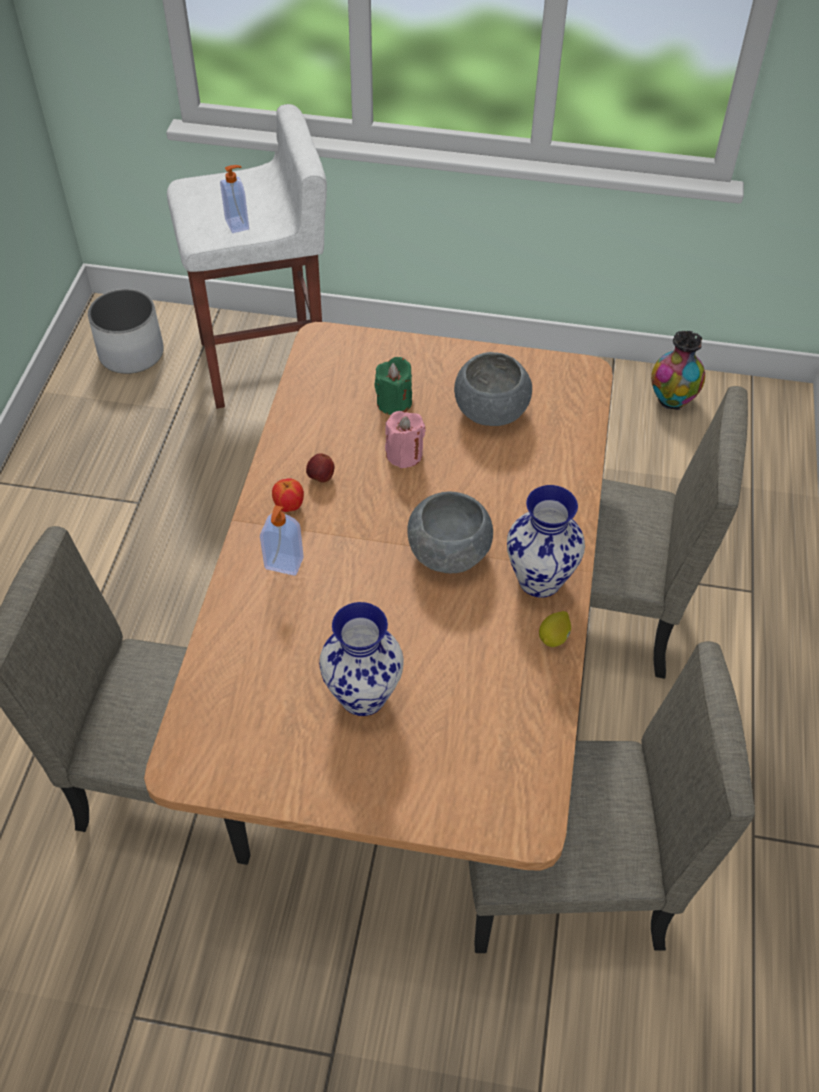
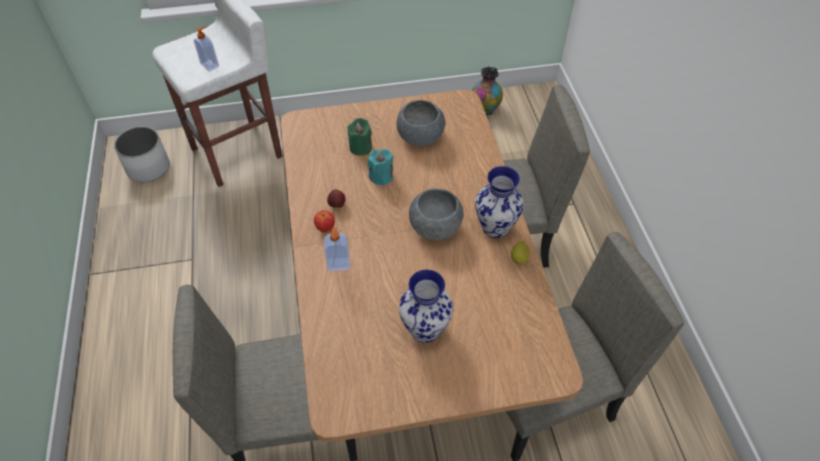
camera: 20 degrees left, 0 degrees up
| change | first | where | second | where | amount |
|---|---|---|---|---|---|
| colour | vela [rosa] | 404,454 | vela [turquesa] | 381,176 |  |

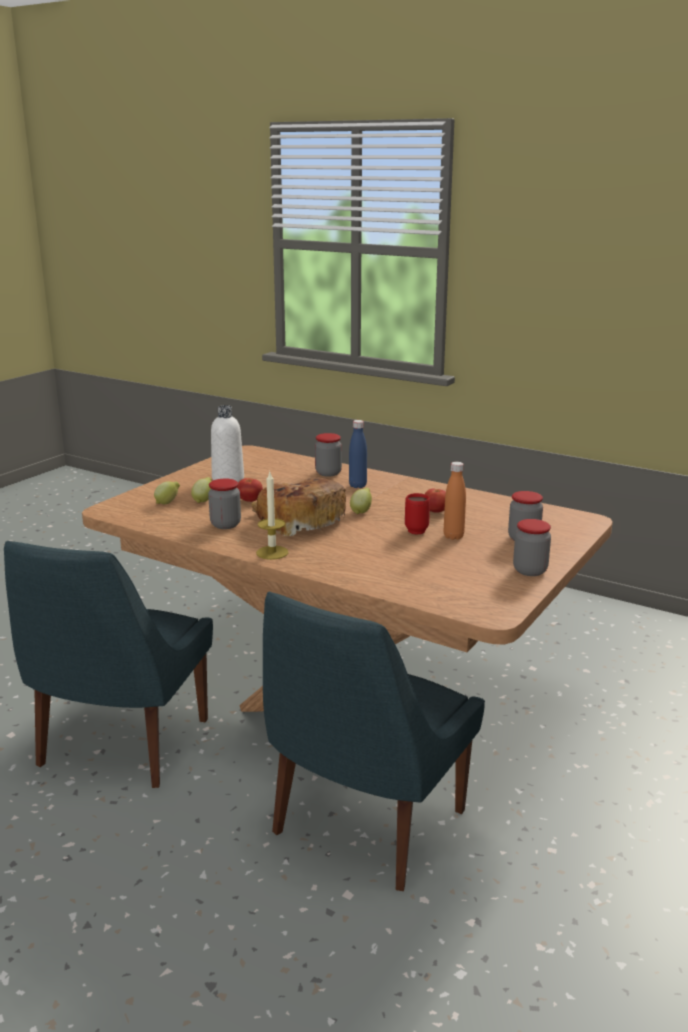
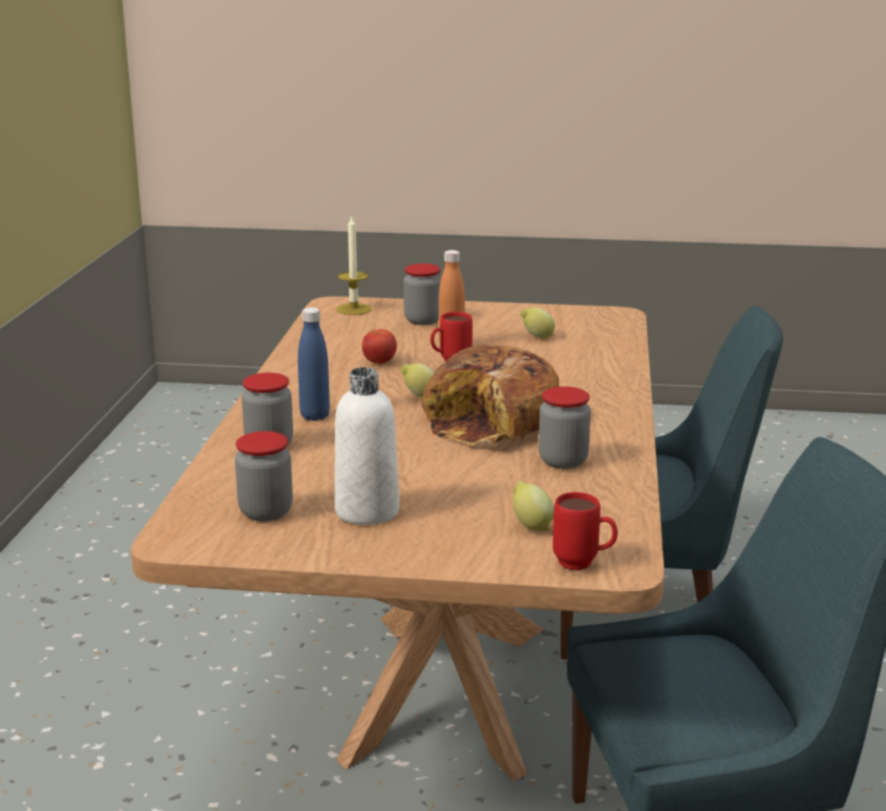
camera: 115 degrees left, 0 degrees up
| change | first | where | second | where | amount |
|---|---|---|---|---|---|
| relocated | vela | 272,552 |  | 354,309 |  |
| relocated | limón | 203,500 |  | 537,337 |  |
| missing | tomate | 250,500 |  |  |  |
| relocated | tarro | 530,570 |  | 266,512 |  |
| appeared |  |  | taza grande [rojo] | 584,564 |  |

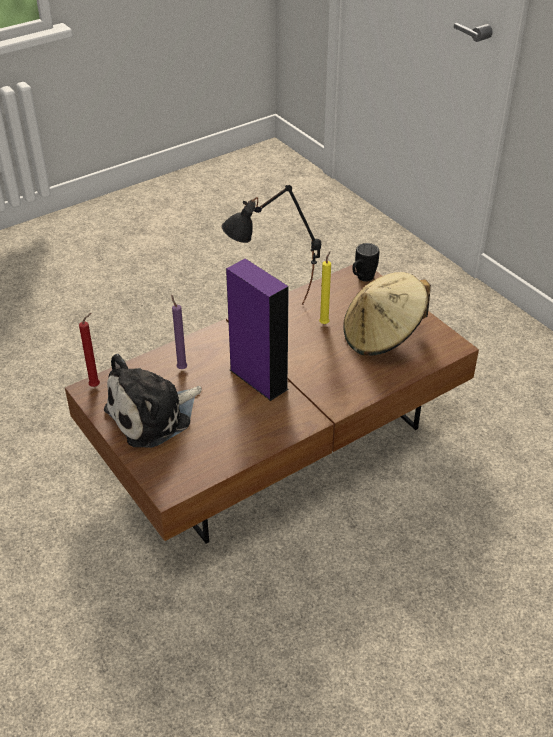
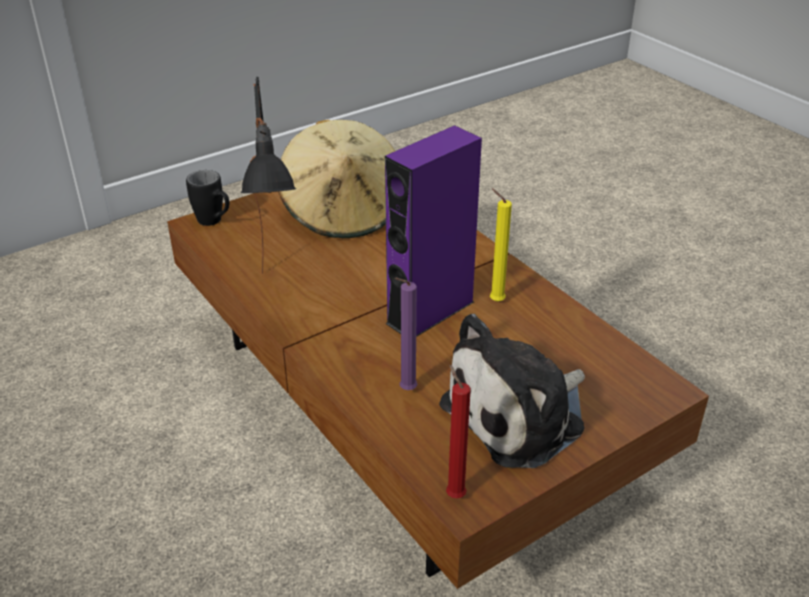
camera: 90 degrees left, 5 degrees down
| change | first | where | second | where | amount |
|---|---|---|---|---|---|
| relocated | vela [amarillo] | 324,323 |  | 494,300 |  |
| spun | peluche | 153,415 |  | 520,415 | 90 degrees clockwise |

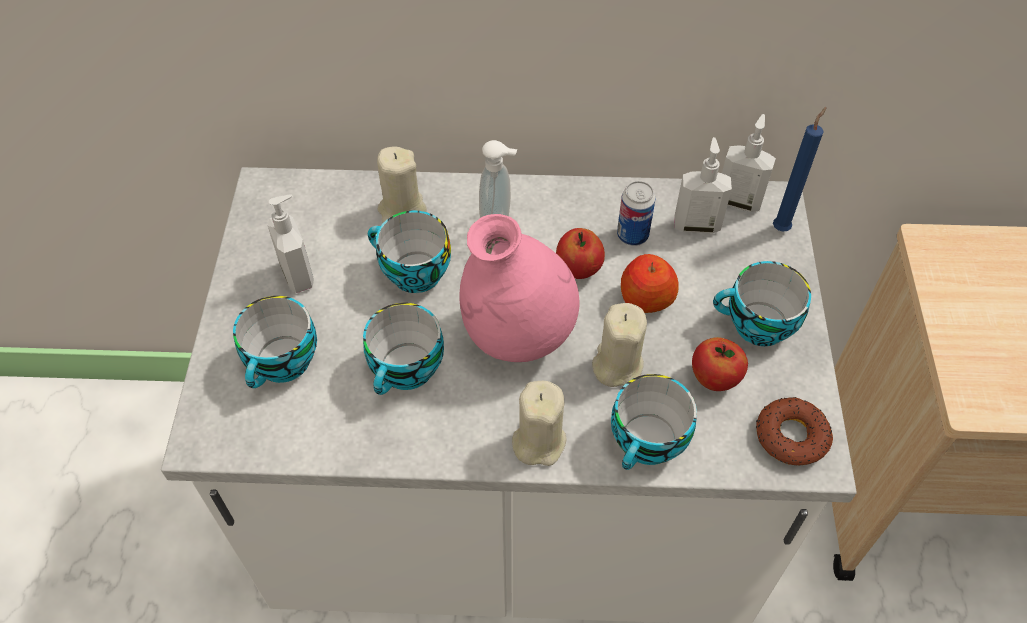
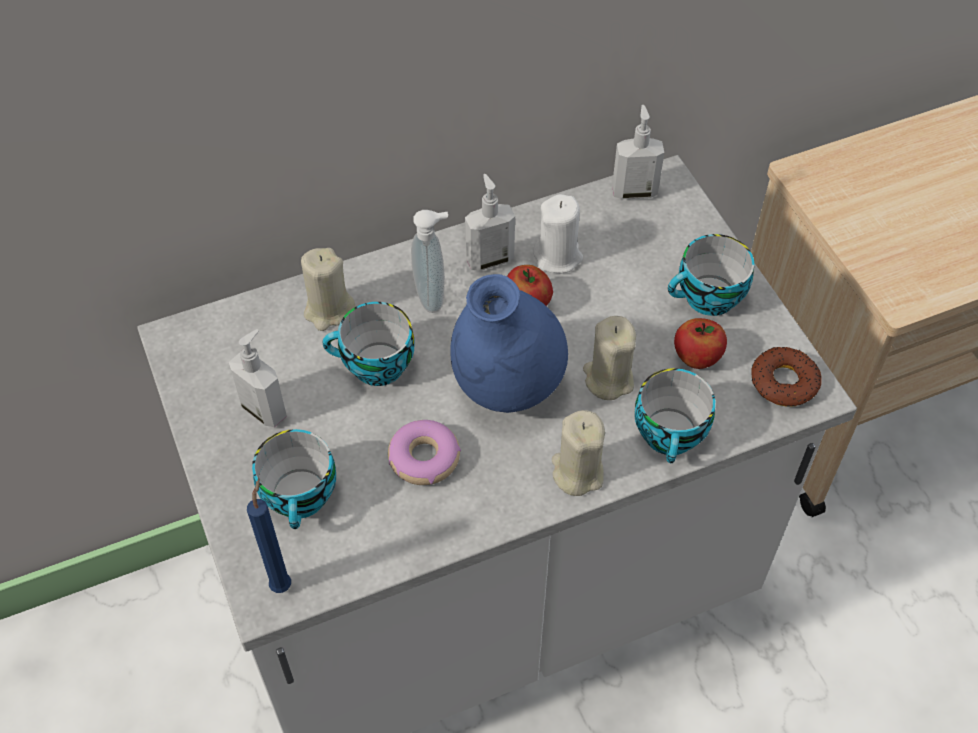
camera: 25 degrees left, 0 degrees up
| change | first | where | second | where | amount |
|---|---|---|---|---|---|
| relocated | vela [azul] | 782,227 |  | 282,583 |  |
| relocated | dispensador de jabón | 696,224 |  | 489,259 |  |
| exchanged | lata | 632,235 | vela [blanco] | 558,256 |  |
| colour | florero [rosa] | 518,336 | florero [azul] | 507,387 |  |
| missing | manzana | 646,298 |  |  |  |
| exchanged | taza | 407,371 | rosquilla | 424,458 |  |

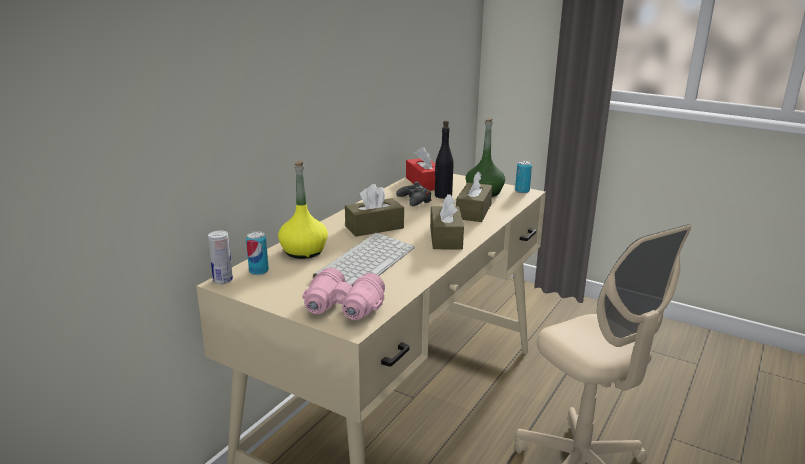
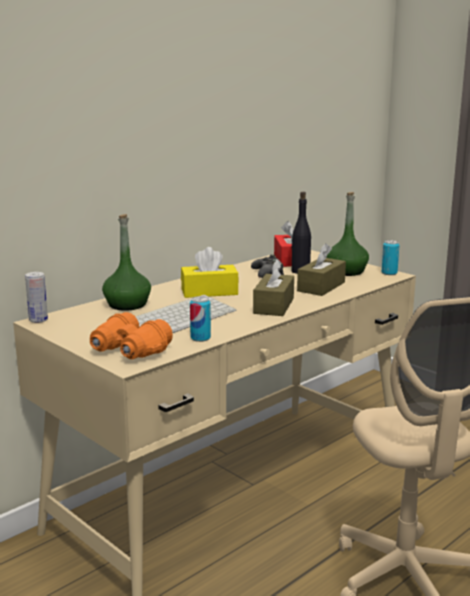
camera: 15 degrees right, 5 degrees down
| change | first | where | second | where | amount |
|---|---|---|---|---|---|
| colour | botella [amarillo] | 303,251 | botella [verde] | 127,305 |  |
| colour | caja de pañuelos [marrón] | 374,227 | caja de pañuelos [amarillo] | 209,292 |  |
| relocated | lata | 258,271 |  | 200,338 |  |
| colour | prismáticos [rosa] | 343,309 | prismáticos [naranja] | 129,351 |  |

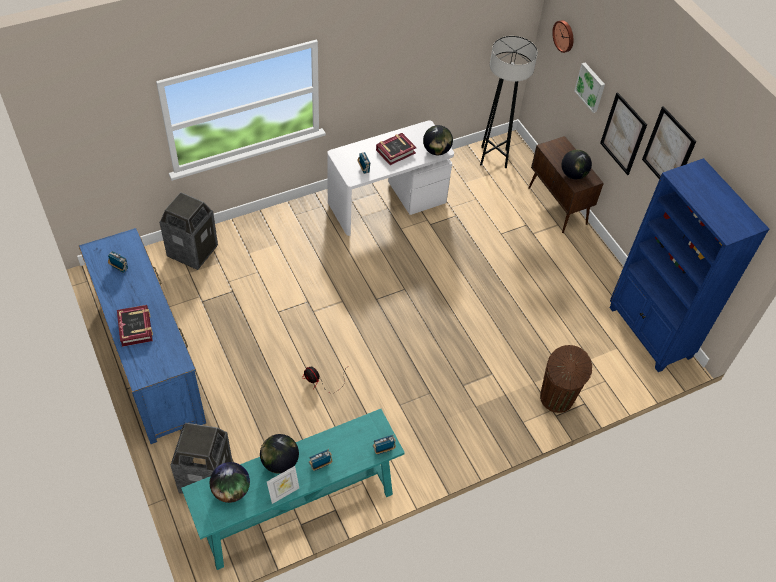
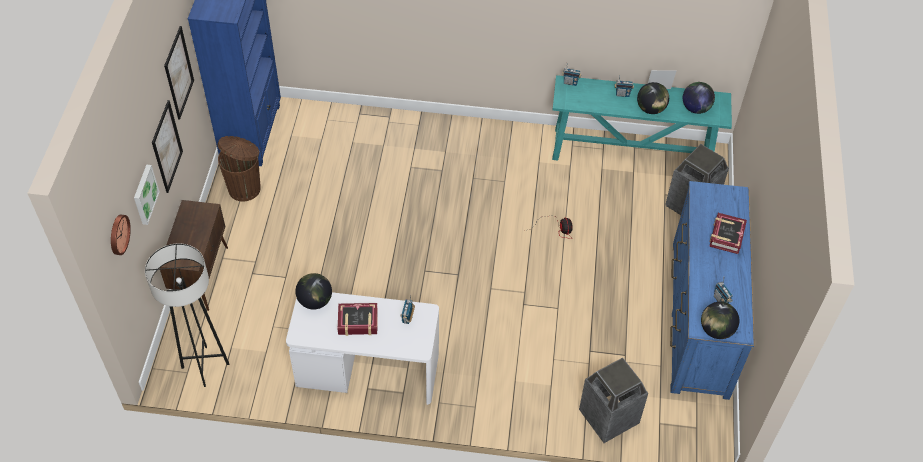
camera: 145 degrees left, 0 degrees up
| change | first | where | second | where | amount |
|---|---|---|---|---|---|
| relocated | globo terráqueo | 573,174 |  | 716,330 |  |
| relocated | papelera [marrón] | 556,399 |  | 245,188 |  |

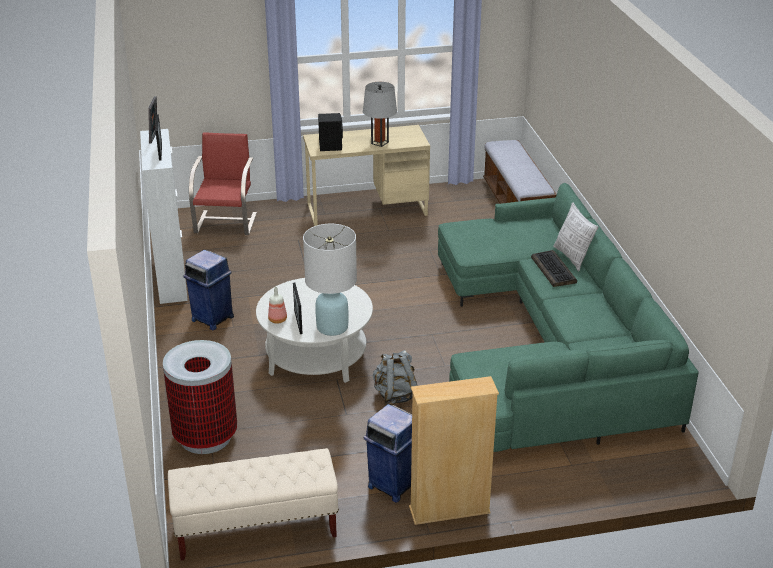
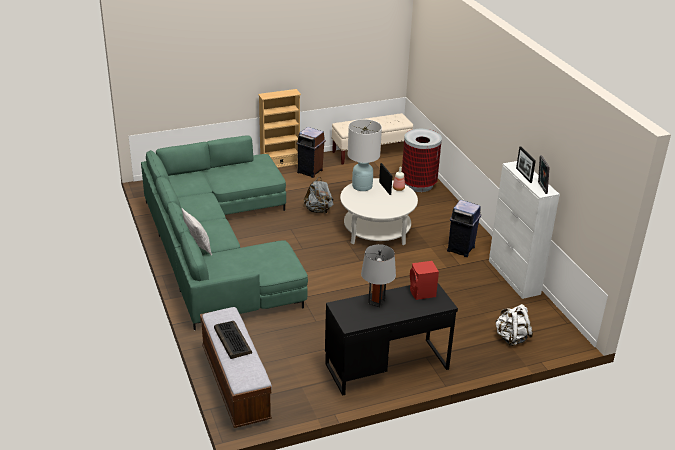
camera: 170 degrees right, 0 degrees up
| change | first | where | second | where | amount |
|---|---|---|---|---|---|
| colour | altavoz [negro] | 330,146 | altavoz [rojo] | 422,293 |  |
| colour | escritorio [beis] | 367,209 | escritorio [negro] | 386,366 |  |
| exchanged | silla [rojo] | 226,222 | mochila [blanco] | 511,338 |  |
| relocated | teclado | 554,270 |  | 232,340 |  |
| colour | papelera [azul] | 392,484 | papelera [marrón] | 310,171 |  |

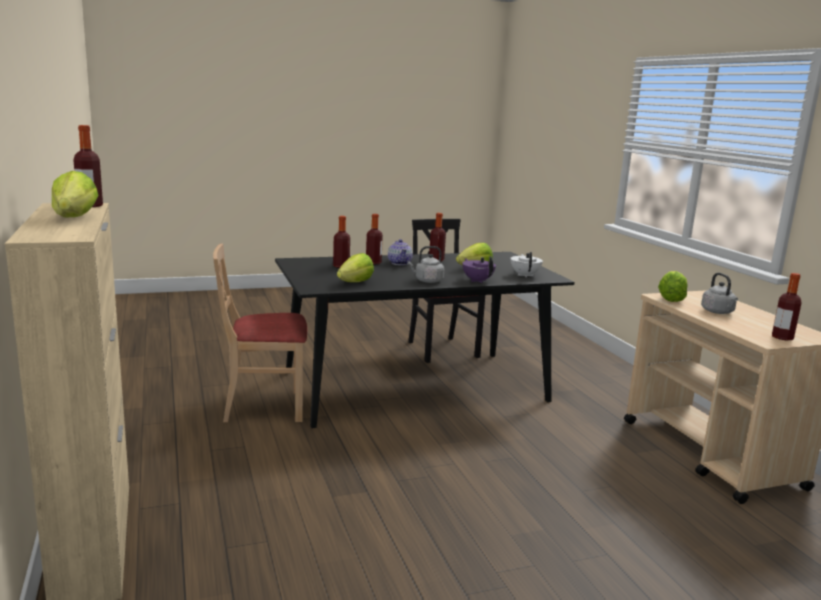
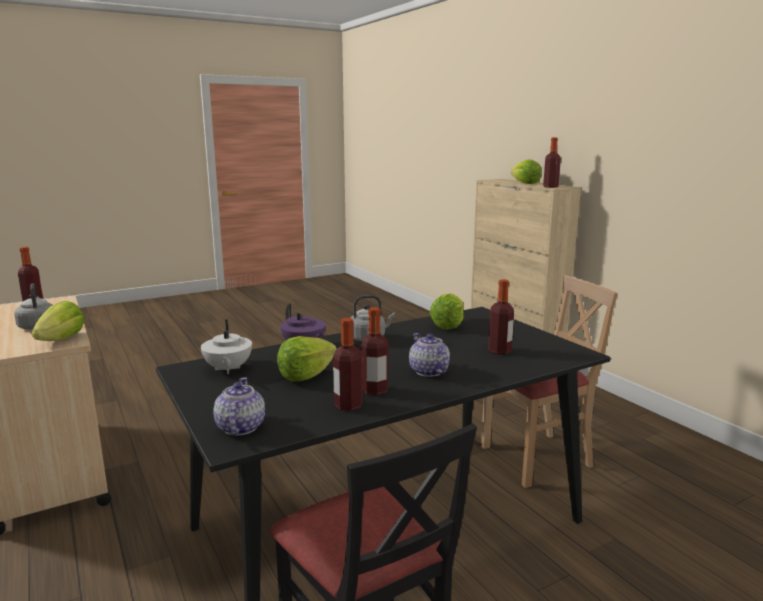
camera: 170 degrees right, 0 degrees up
| change | first | where | second | where | amount |
|---|---|---|---|---|---|
| relocated | botella | 373,263 |  | 348,405 |  |
| appeared |  |  | tetera | 240,427 |  |

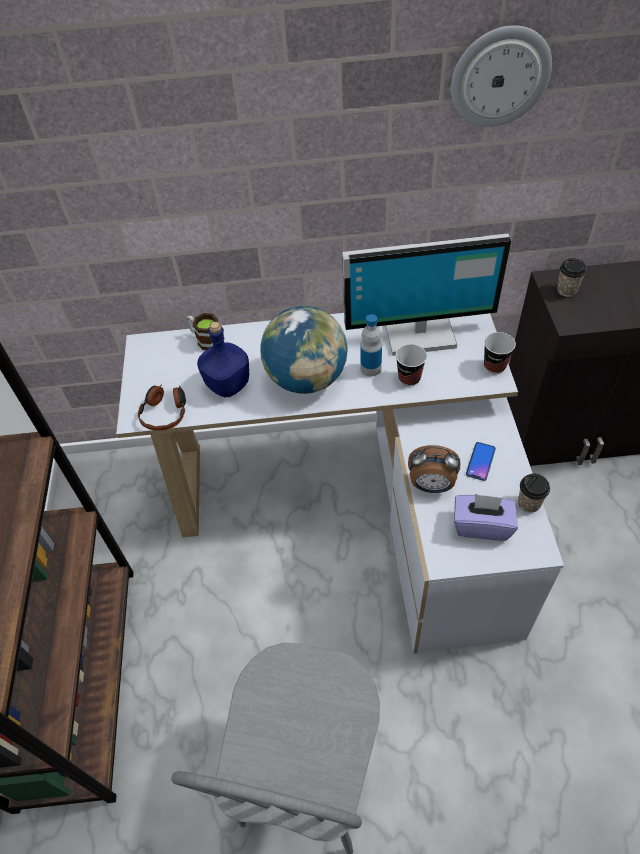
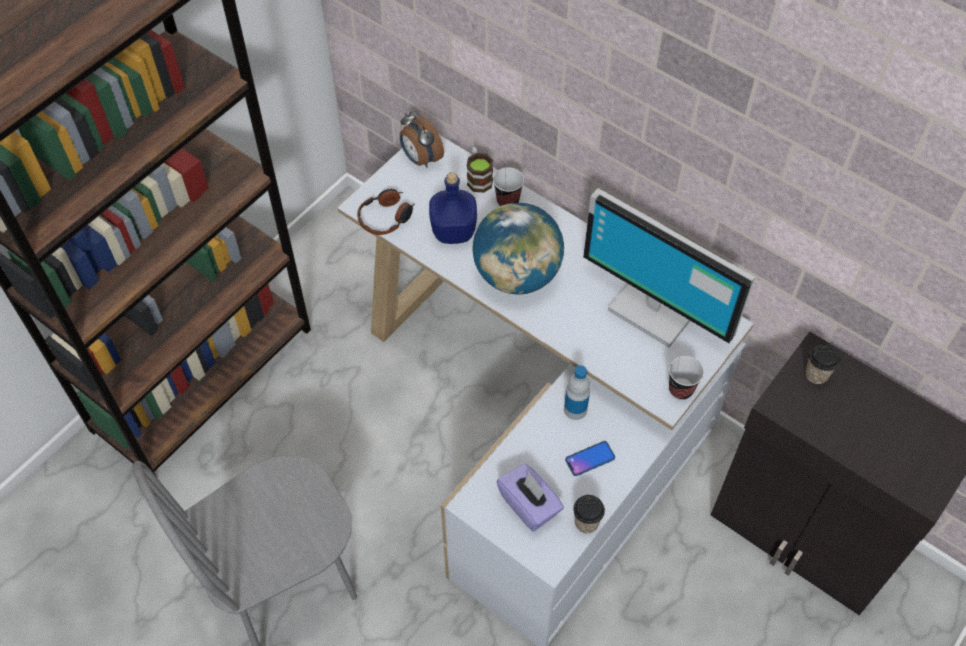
camera: 40 degrees right, 5 degrees up
| change | first | where | second | where | amount |
|---|---|---|---|---|---|
| missing | reloj de pared | 500,77 |  |  |  |
| relocated | botella | 371,368 |  | 575,409 |  |
| relocated | taza | 409,378 |  | 507,201 |  |
| relocated | despertador | 431,486 |  | 420,159 |  |

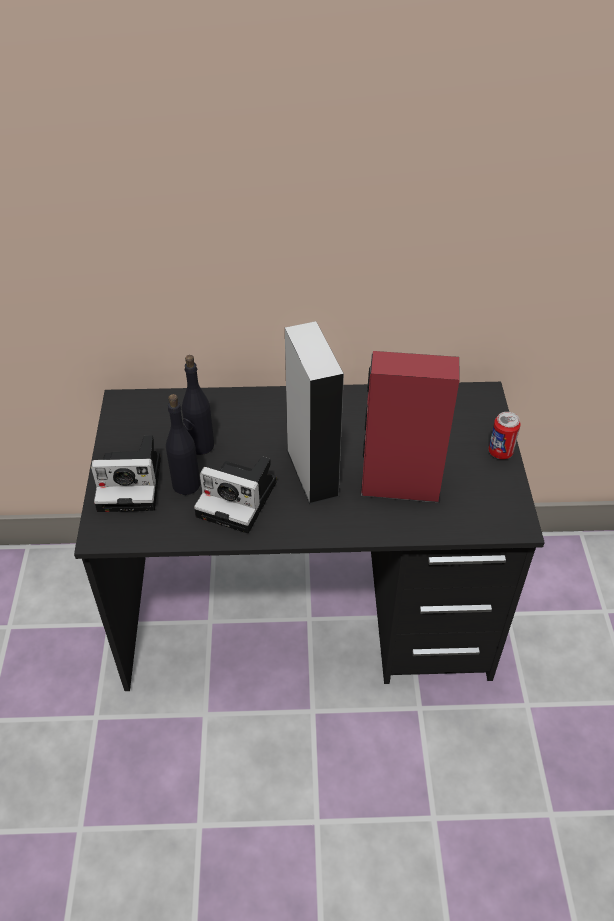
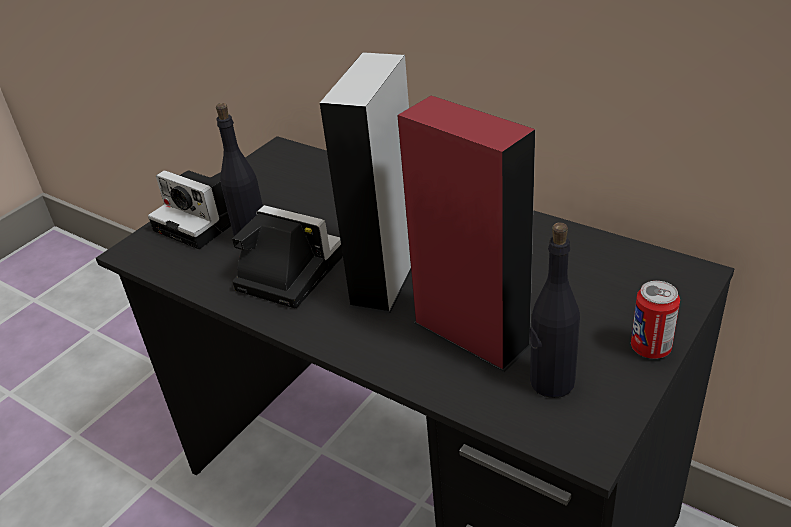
camera: 40 degrees right, 10 degrees down
| change | first | where | second | where | amount |
|---|---|---|---|---|---|
| relocated | botella [negro] | 200,446 |  | 551,382 |  |
| spun | cámara | 240,499 |  | 286,272 | 150 degrees clockwise |

